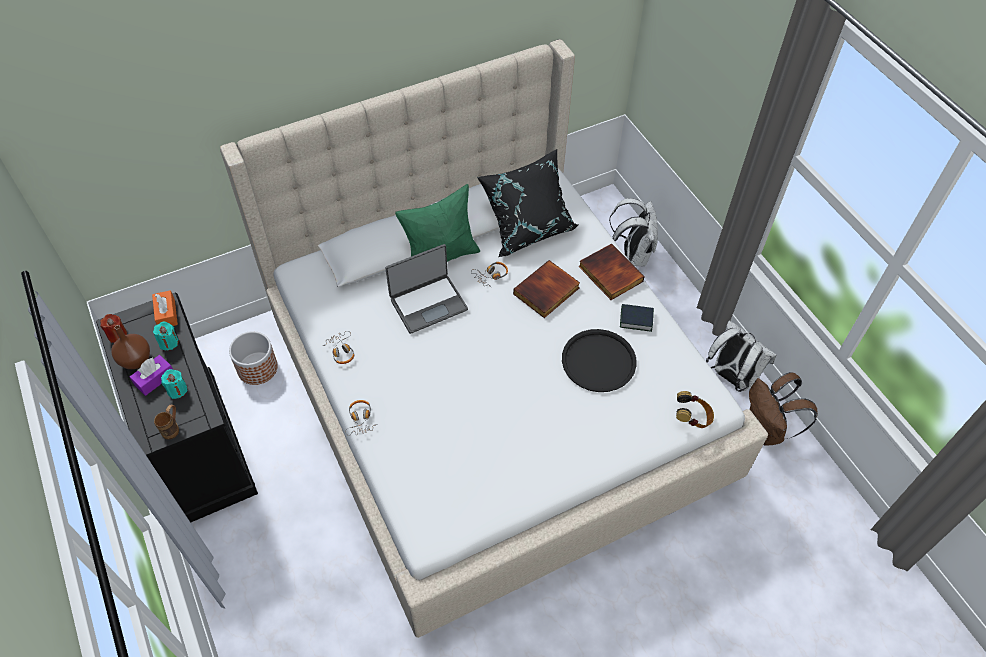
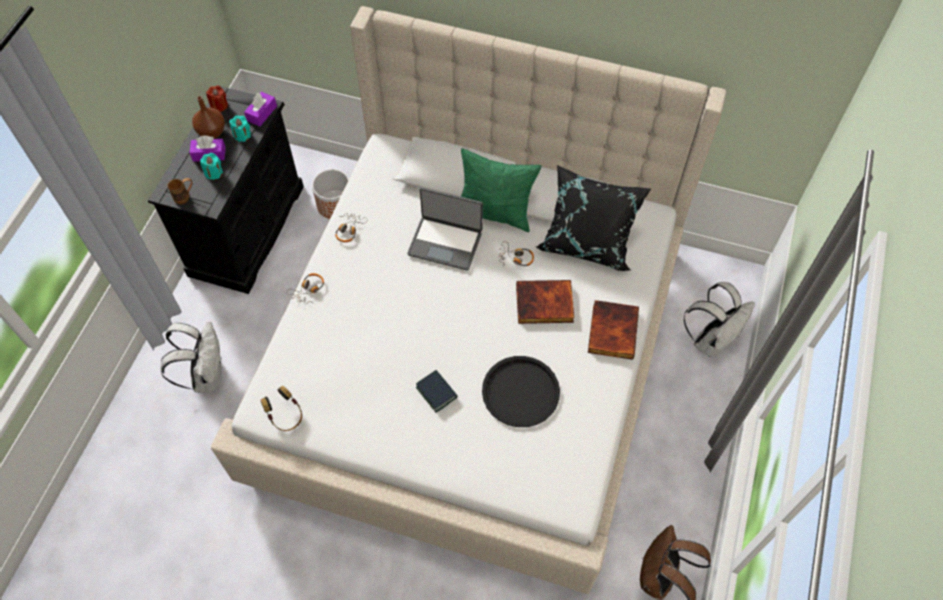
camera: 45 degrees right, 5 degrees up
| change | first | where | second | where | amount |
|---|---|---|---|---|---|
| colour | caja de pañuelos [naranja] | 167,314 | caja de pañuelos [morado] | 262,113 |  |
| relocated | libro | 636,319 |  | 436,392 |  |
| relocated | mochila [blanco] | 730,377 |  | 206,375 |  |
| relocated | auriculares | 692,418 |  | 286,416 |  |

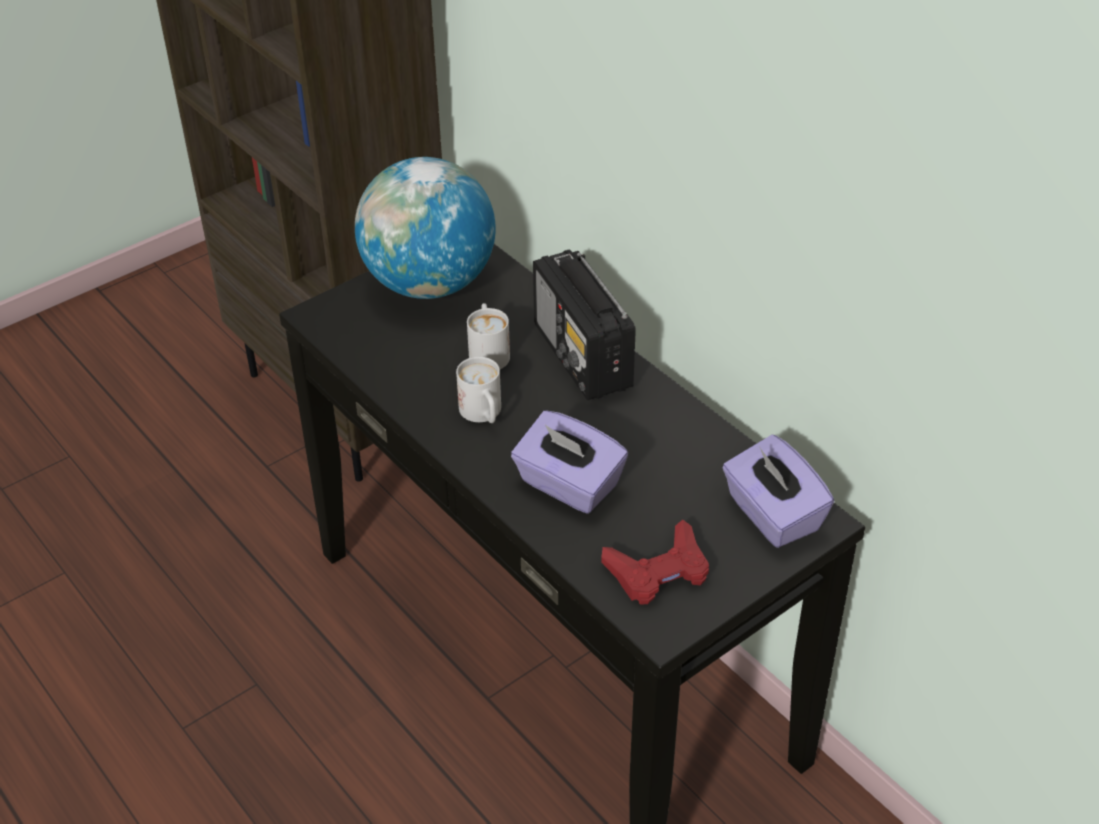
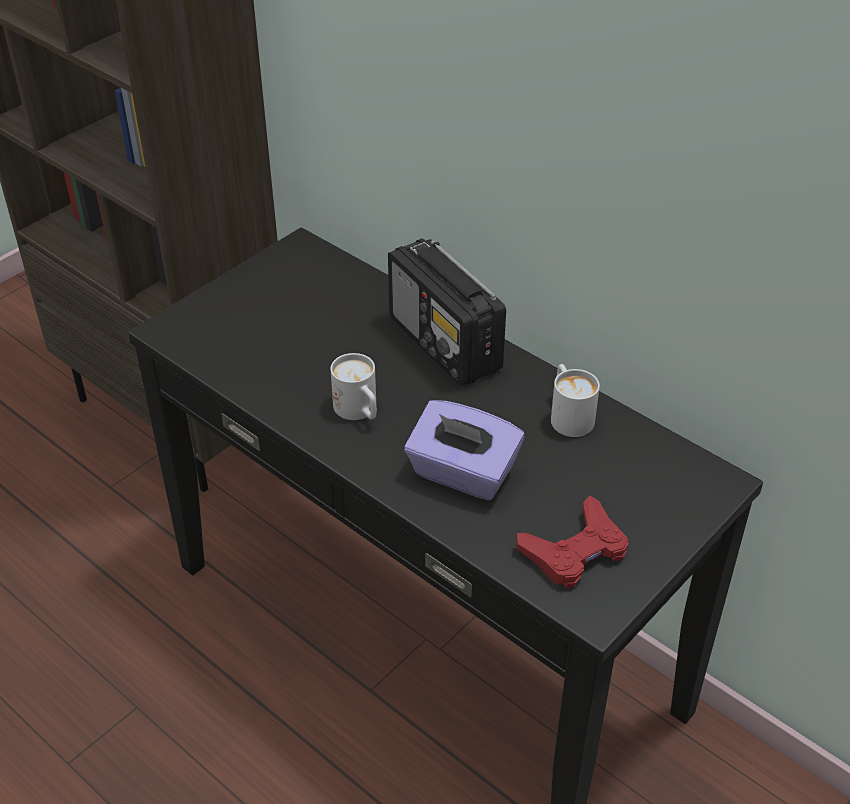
camera: 10 degrees left, 0 degrees up
| change | first | where | second | where | amount |
|---|---|---|---|---|---|
| missing | globo terráqueo | 429,284 |  |  |  |
| relocated | taza grande [blanco] | 488,352 |  | 568,415 |  |
| missing | caja de pañuelos [morado] | 772,515 |  |  |  |

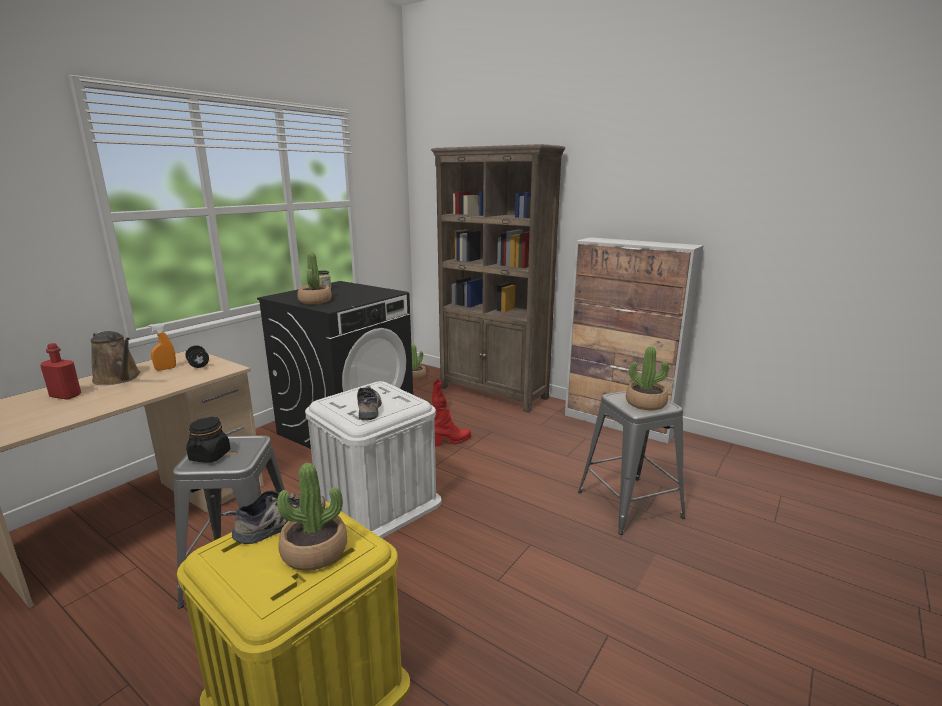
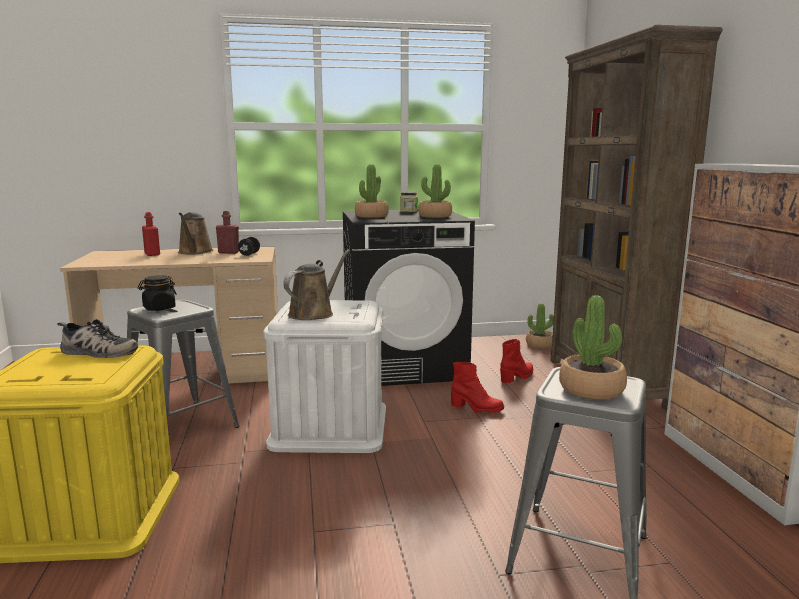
camera: 45 degrees right, 5 degrees down
| change | first | where | second | where | amount |
|---|---|---|---|---|---|
| exchanged | pulverizador [naranja] | 166,369 | botella [rojo] | 228,252 |  |
| exchanged | zapato | 370,408 | regadera [marrón] | 314,313 |  |
| relocated | planta en maceta | 314,551 |  | 435,216 |  |

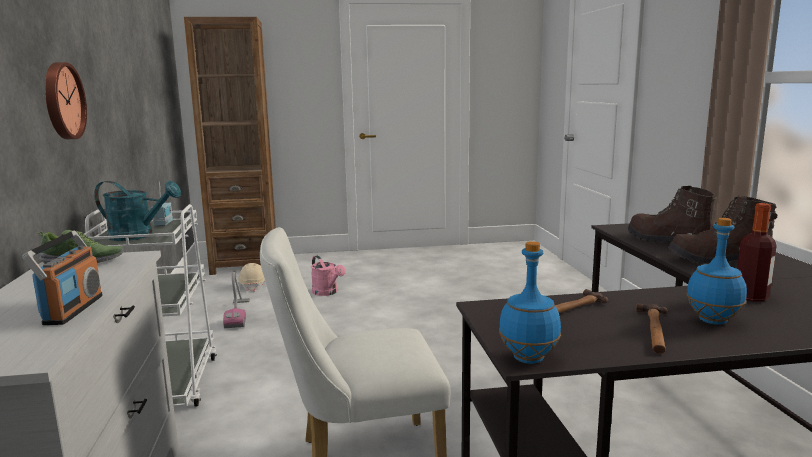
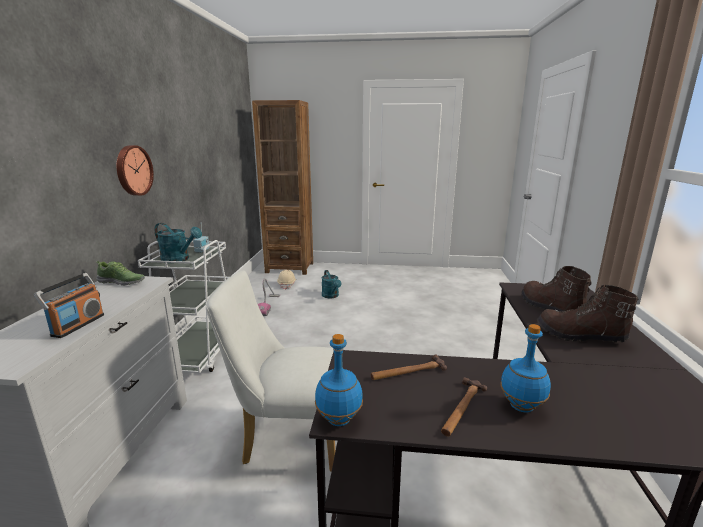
camera: 15 degrees right, 5 degrees up
| change | first | where | second | where | amount |
|---|---|---|---|---|---|
| missing | botella | 751,297 |  |  |  |
| colour | regadera [rosa] | 327,292 | regadera [turquesa] | 331,296 |  |

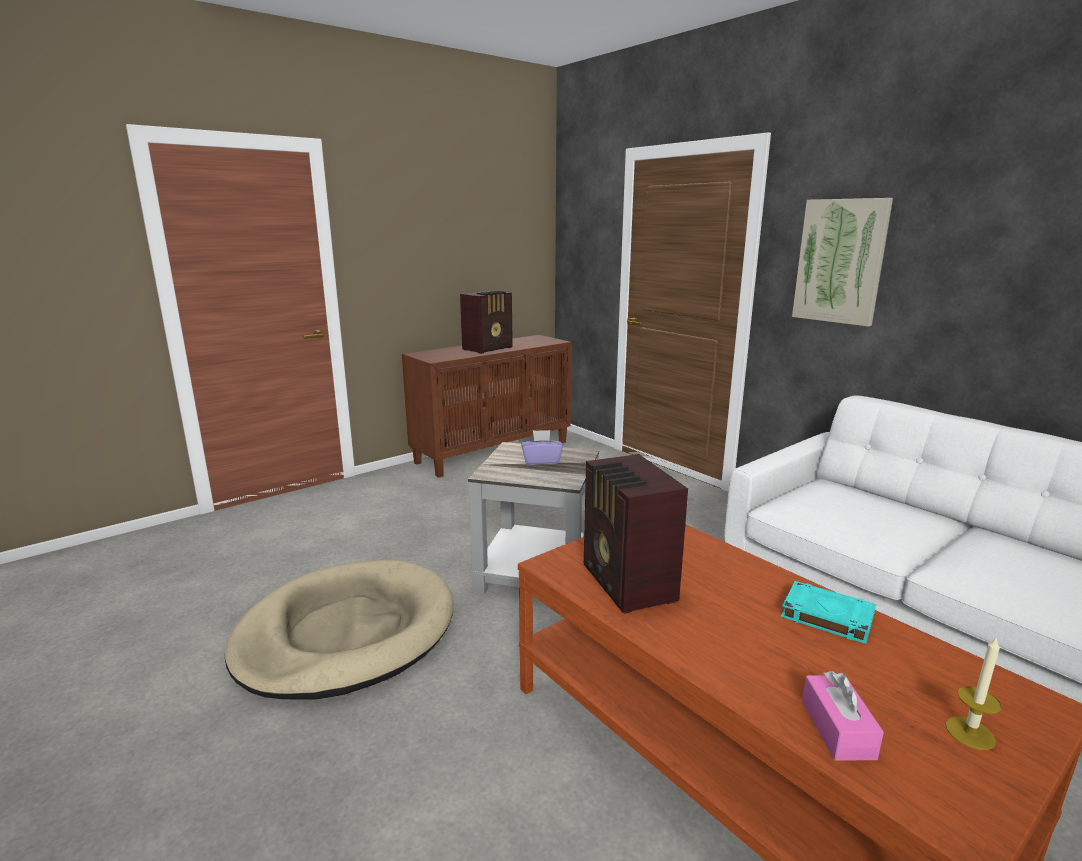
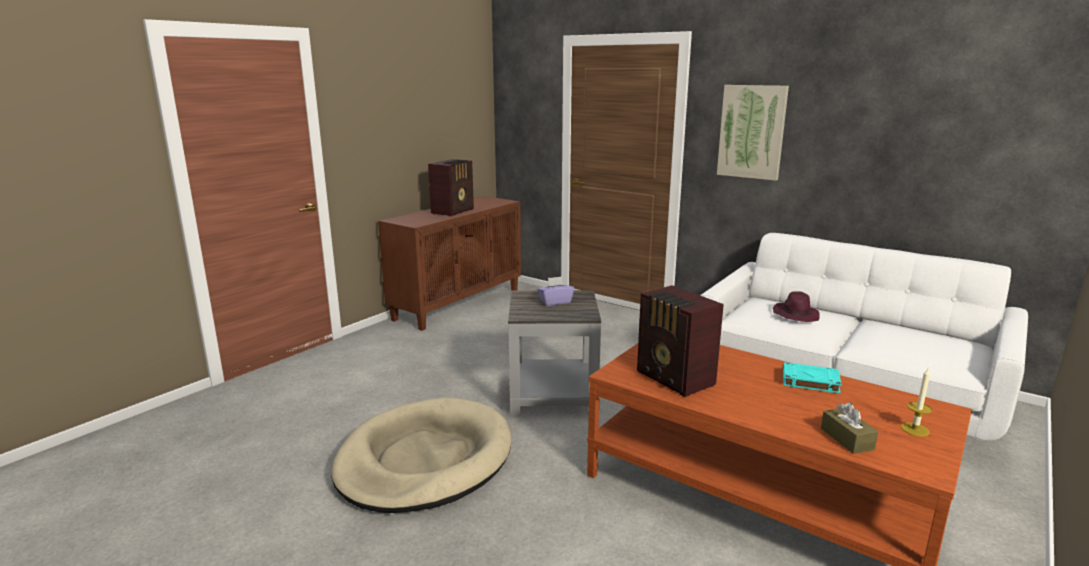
camera: 15 degrees left, 0 degrees up
| change | first | where | second | where | amount |
|---|---|---|---|---|---|
| colour | caja de pañuelos [rosa] | 837,729 | caja de pañuelos [marrón] | 847,439 |  |
| appeared |  |  | sombrero [morado] | 795,315 |  |

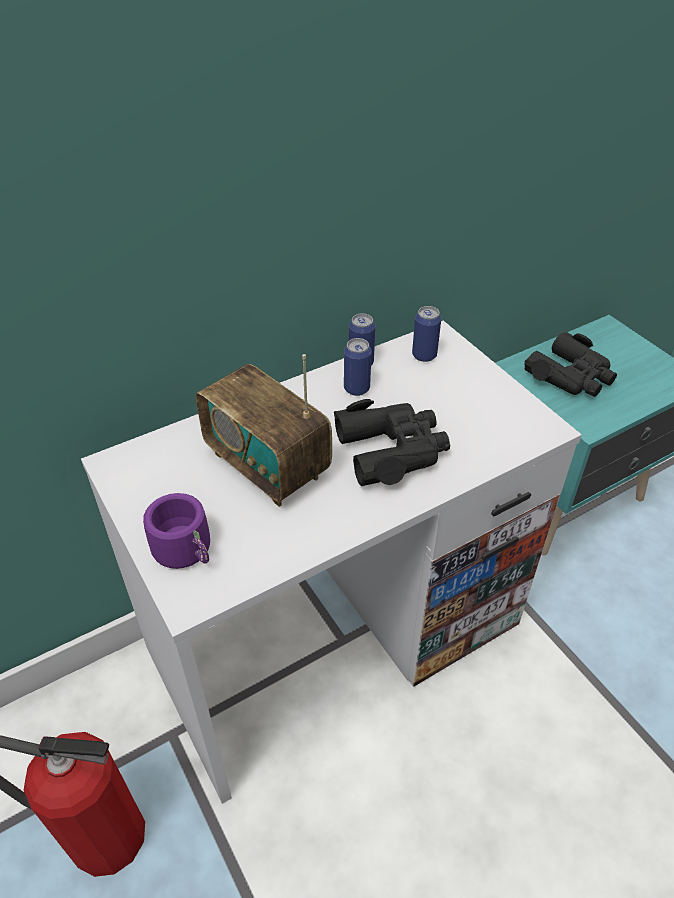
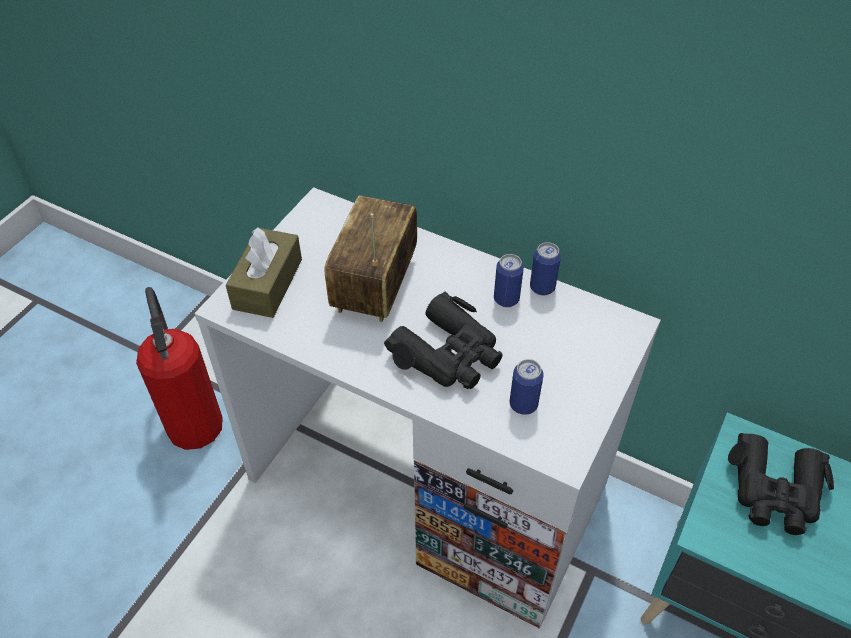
camera: 60 degrees right, 5 degrees up
| change | first | where | second | where | amount |
|---|---|---|---|---|---|
| relocated | lata | 424,355 |  | 523,404 |  |
| exchanged | taza grande [morado] | 189,550 | caja de pañuelos [marrón] | 267,284 |  |

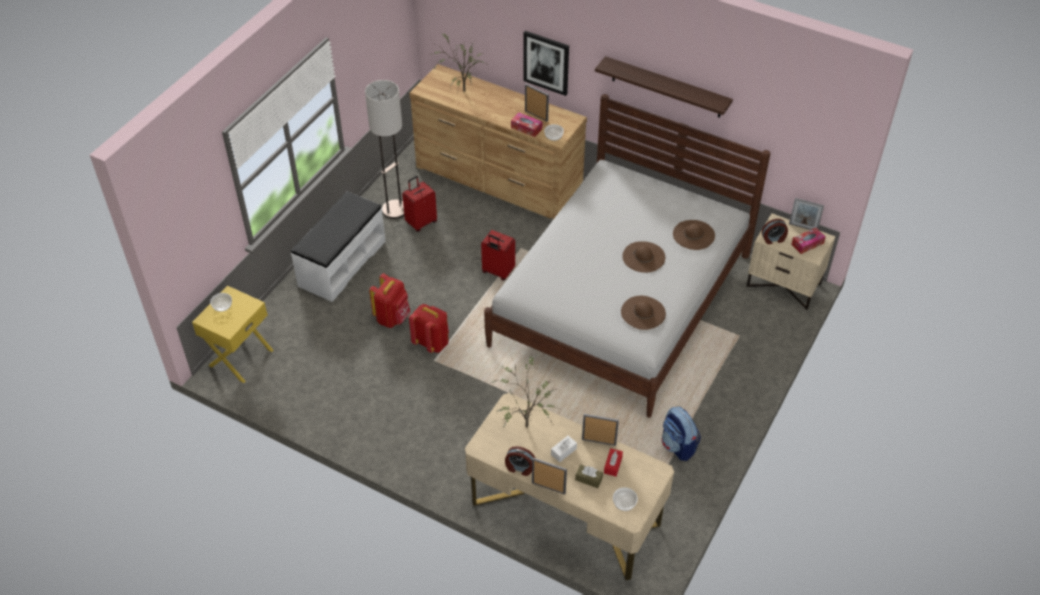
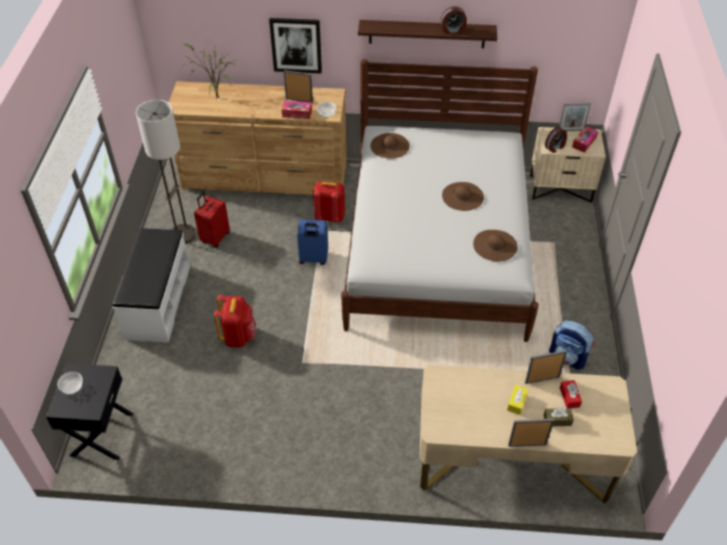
camera: 25 degrees left, 0 degrees up
| change | first | where | second | where | amount |
|---|---|---|---|---|---|
| relocated | sombrero [marrón] | 693,235 |  | 390,146 |  |
| colour | maleta [rojo] | 497,272 | maleta [azul] | 313,259 |  |
| colour | mesita de noche [amarillo] | 240,357 | mesita de noche [negro] | 100,434 |  |
| relocated | mochila [rojo] | 432,343 |  | 329,216 |  |
| missing | planta en maceta | 525,424 |  |  |  |
| colour | caja de pañuelos [blanco] | 563,451 | caja de pañuelos [amarillo] | 516,402 |  |
| relocated | despertador | 520,468 |  | 453,30 |  |
| missing | cuenco | 624,503 |  |  |  |

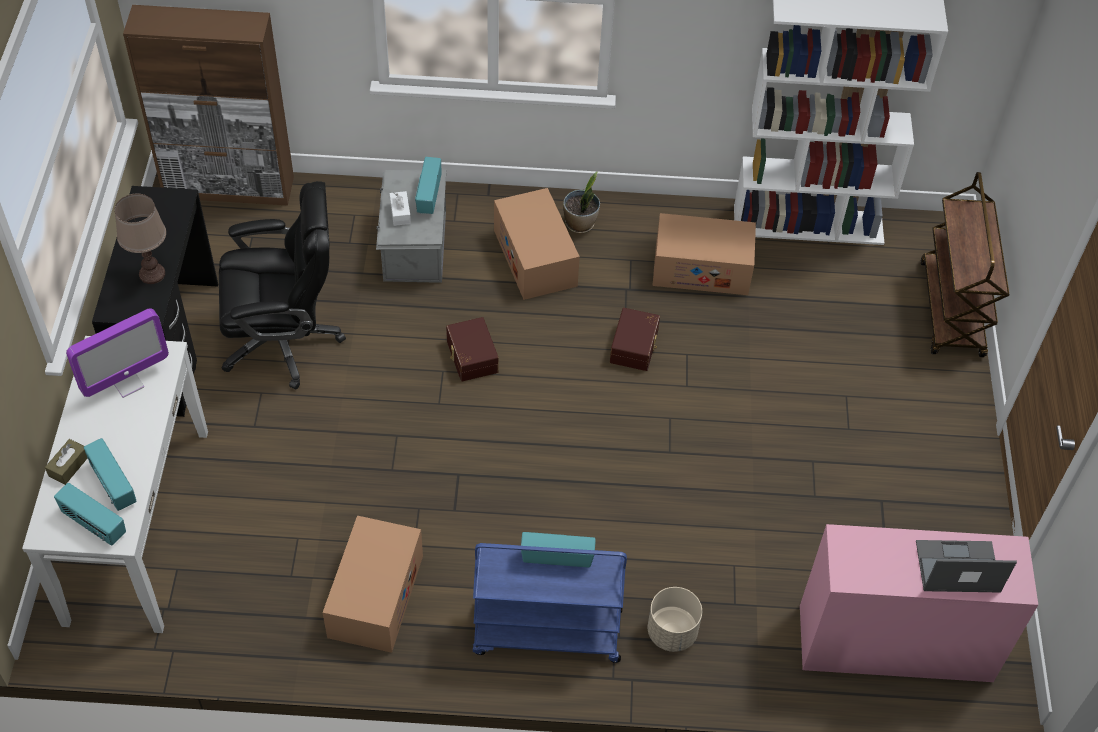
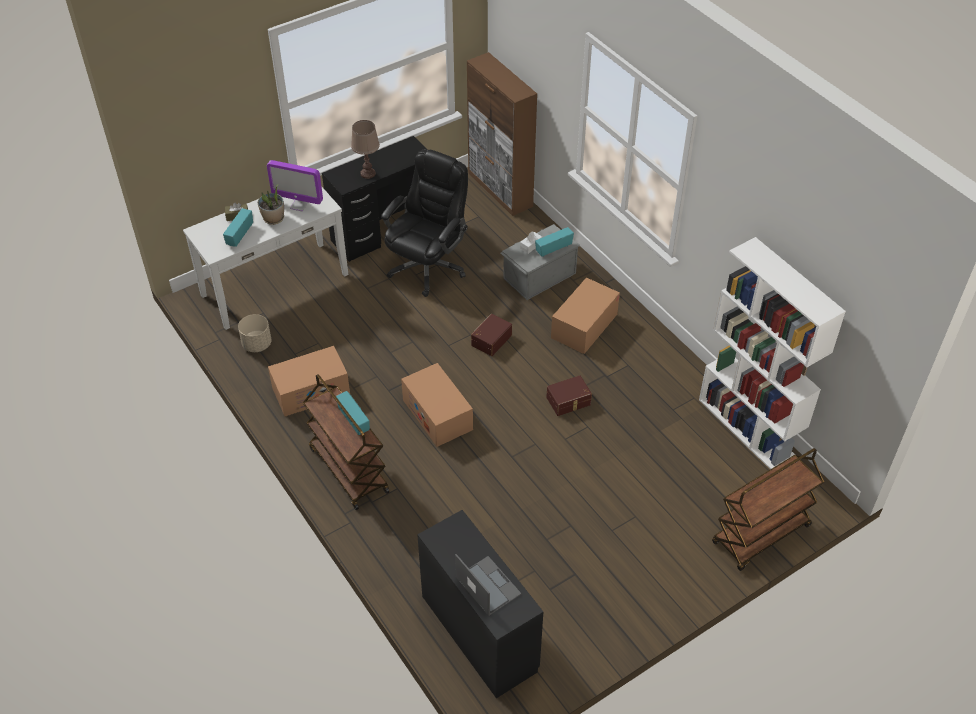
camera: 55 degrees right, 5 degrees down
| change | first | where | second | where | amount |
|---|---|---|---|---|---|
| relocated | planta en maceta | 580,224 |  | 273,219 |  |
| spun | silla de oficina [negro] | 284,340 |  | 428,266 | 105 degrees counterclockwise |
| relocated | caja de cartón | 701,268 |  | 437,414 |  |
| missing | radio | 94,525 |  |  |  |
| colour | escritorio [rosa] | 894,644 | escritorio [negro] | 478,633 |  |
| colour | carrito [azul] | 546,632 | carrito [marrón] | 348,470 |  |
| relocated | maceta [beis] | 671,632 |  | 257,344 |  |

